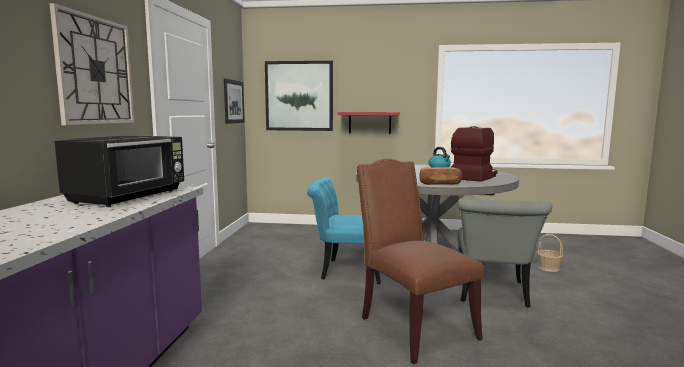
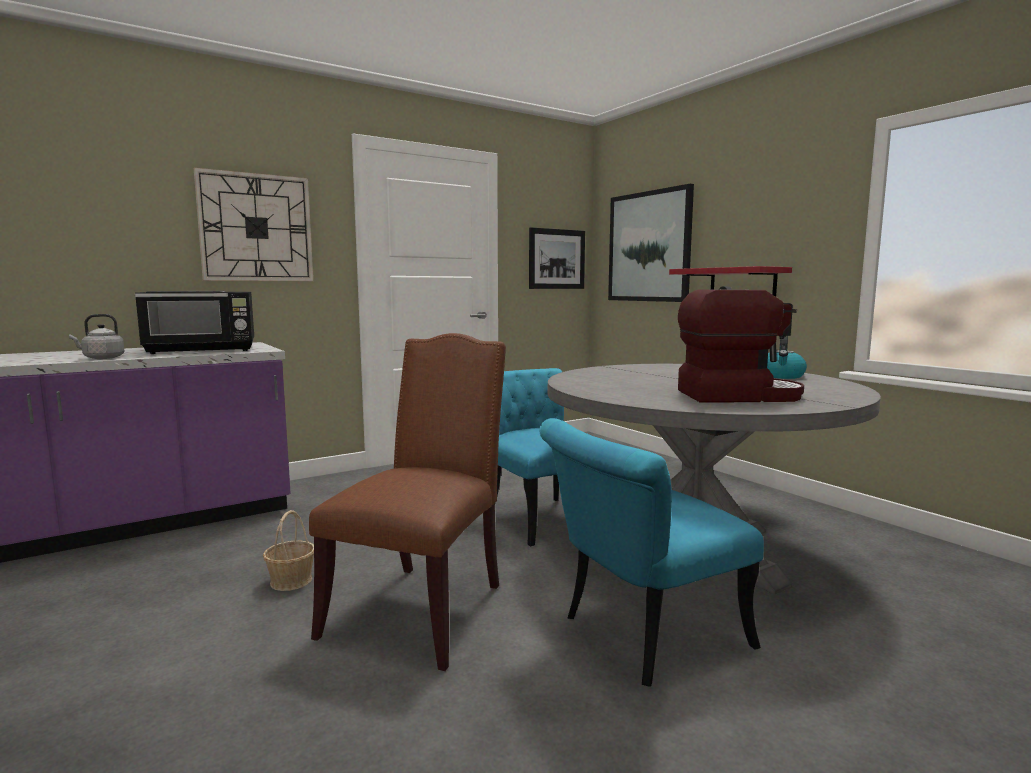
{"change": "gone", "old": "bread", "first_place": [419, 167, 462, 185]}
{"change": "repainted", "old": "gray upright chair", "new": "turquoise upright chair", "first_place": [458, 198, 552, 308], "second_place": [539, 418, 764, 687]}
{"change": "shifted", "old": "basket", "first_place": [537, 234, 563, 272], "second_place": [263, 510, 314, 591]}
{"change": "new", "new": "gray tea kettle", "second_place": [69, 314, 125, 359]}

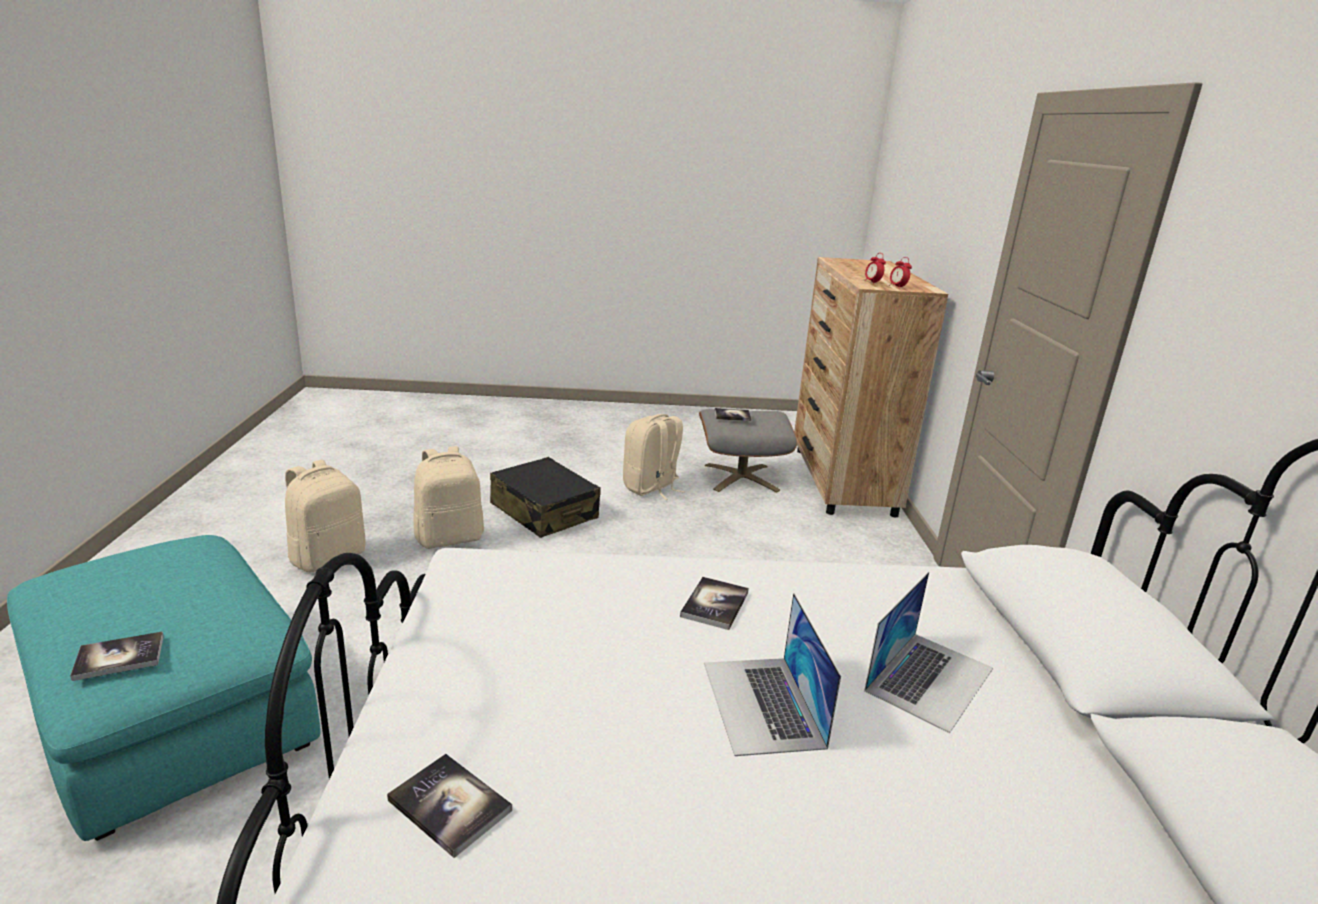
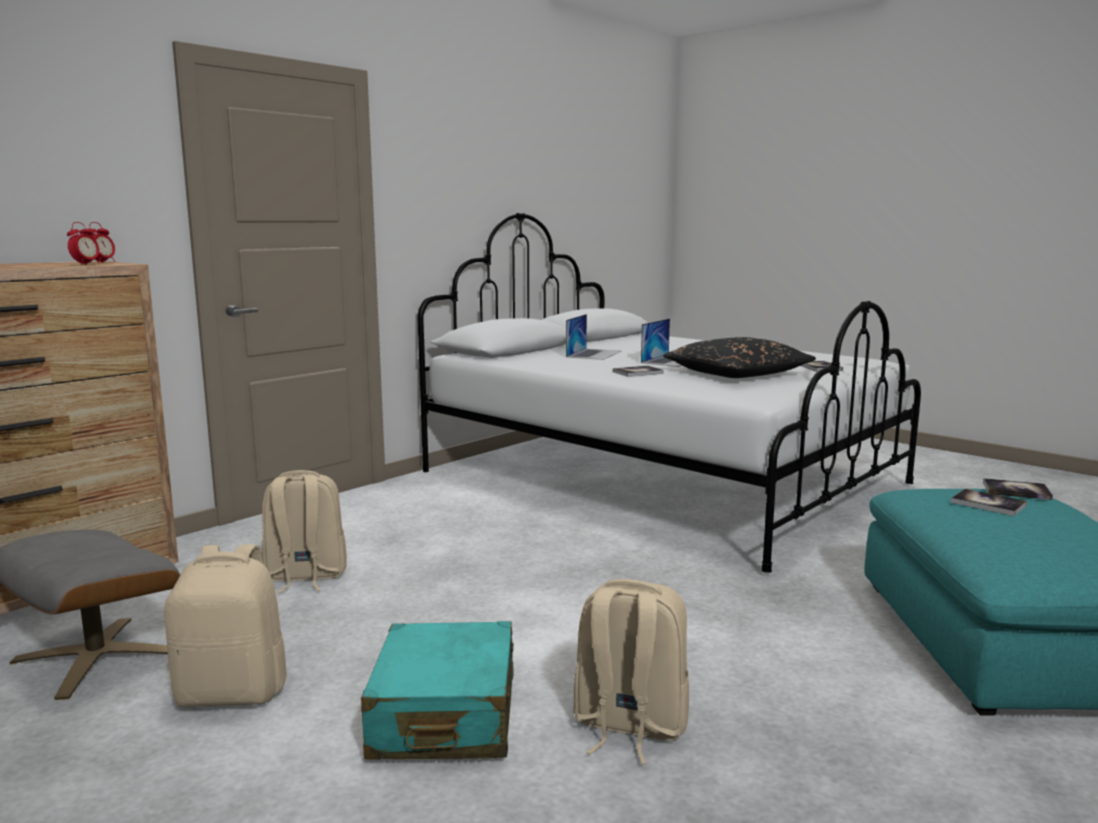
{"change": "shifted", "old": "beige knapsack", "first_place": [285, 460, 366, 572], "second_place": [262, 470, 347, 593]}
{"change": "repainted", "old": "black-coloured travel case", "new": "turquoise travel case", "first_place": [490, 457, 601, 538], "second_place": [361, 621, 514, 760]}
{"change": "shifted", "old": "book", "first_place": [715, 408, 752, 421], "second_place": [951, 489, 1027, 516]}
{"change": "rotated", "old": "notebook computer", "first_place": [864, 572, 993, 733], "second_place": [566, 314, 621, 360], "degrees": 120}
{"change": "new", "new": "black-coloured throw pillow", "second_place": [663, 337, 816, 378]}

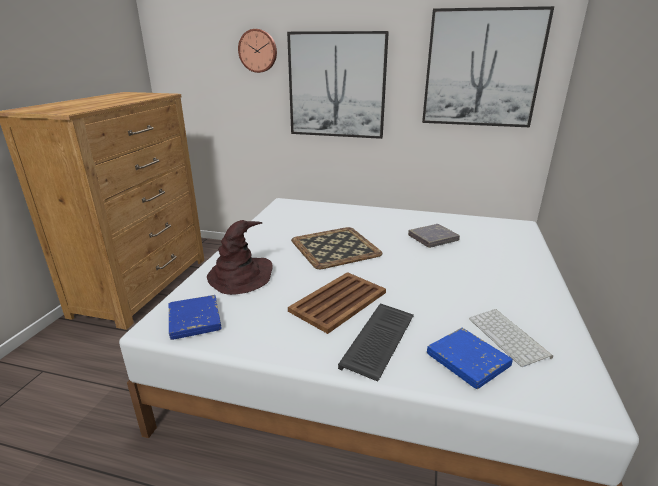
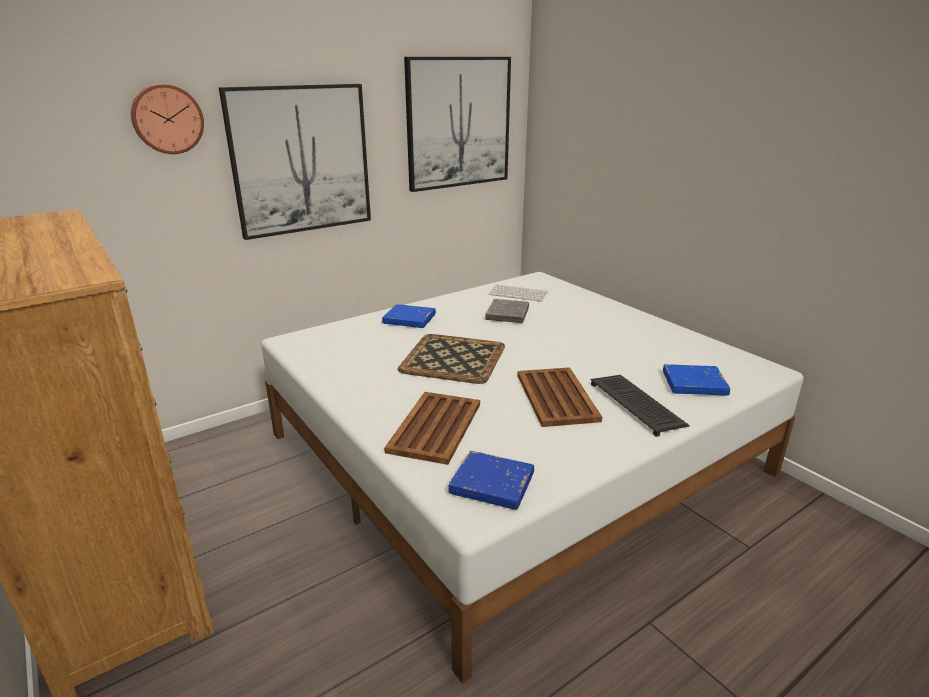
{"change": "swapped", "old": "brown wearable hat", "new": "brown tray", "first_place": [207, 220, 273, 295], "second_place": [384, 392, 480, 465]}
{"change": "shifted", "old": "PC keyboard", "first_place": [469, 309, 553, 367], "second_place": [489, 284, 547, 302]}
{"change": "new", "new": "blue-coloured book", "second_place": [382, 304, 436, 328]}

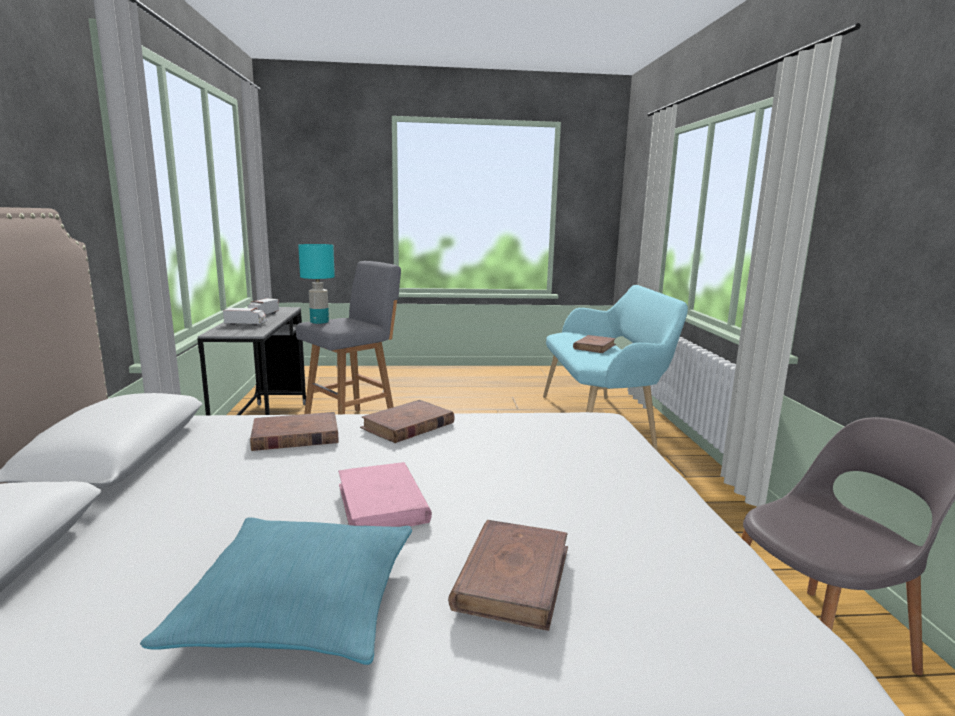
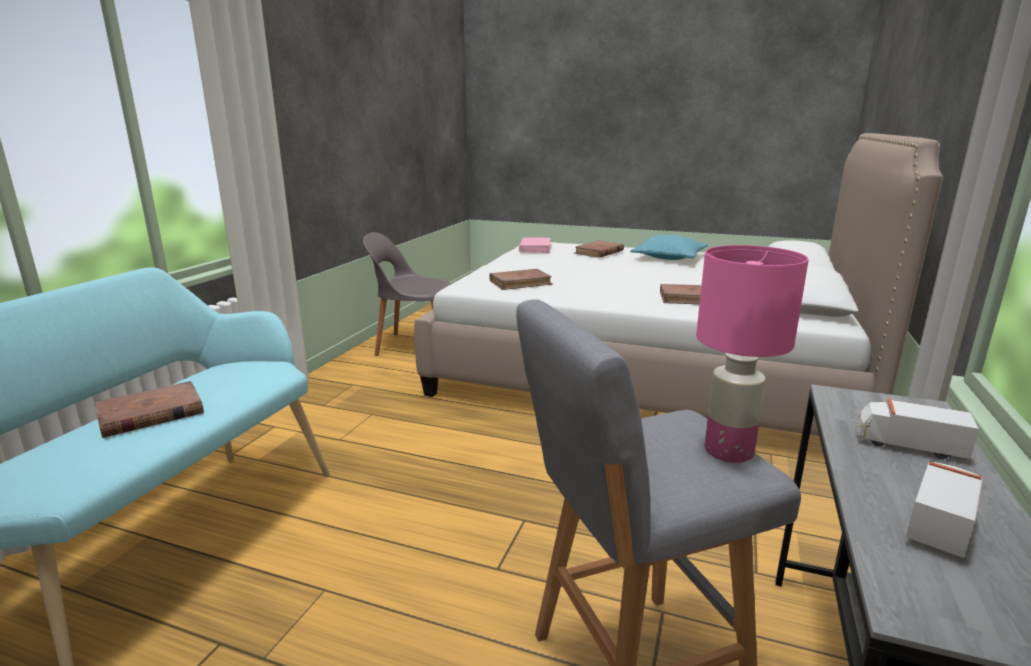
{"change": "repainted", "old": "turquoise lamp for a table", "new": "pink lamp for a table", "first_place": [298, 244, 335, 324], "second_place": [696, 245, 809, 463]}
{"change": "shifted", "old": "pink book", "first_place": [338, 462, 432, 527], "second_place": [519, 237, 551, 253]}
{"change": "shifted", "old": "brown book", "first_place": [360, 400, 455, 443], "second_place": [489, 269, 553, 290]}

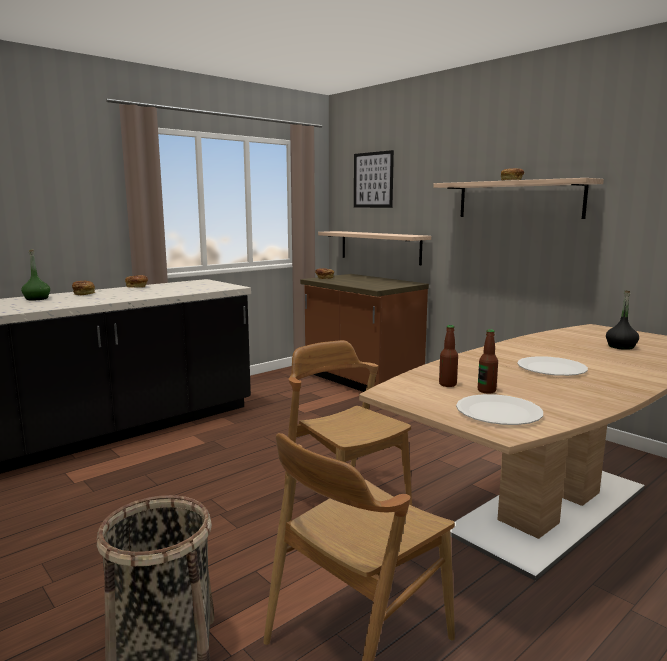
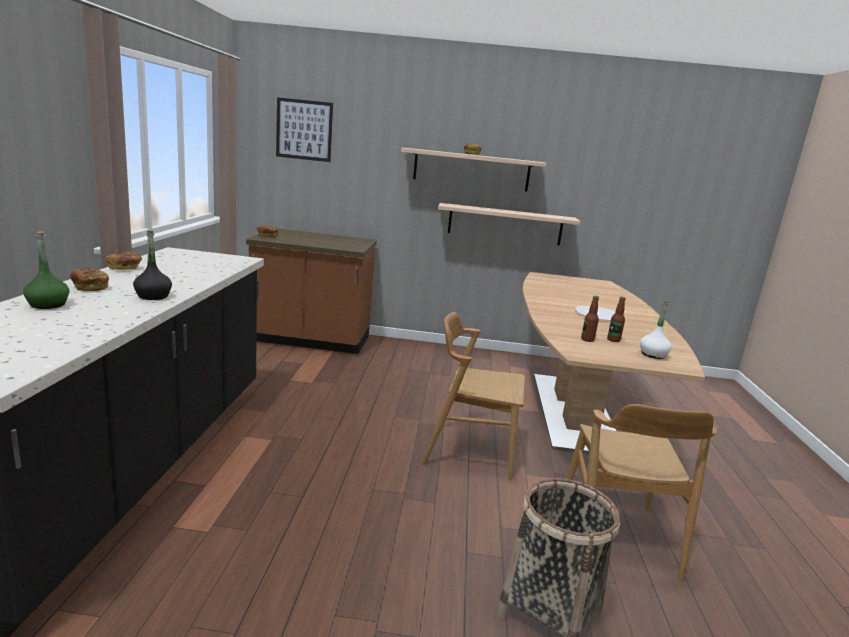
{"change": "shifted", "old": "bracket shelf", "first_place": [318, 231, 431, 265], "second_place": [438, 203, 580, 245]}
{"change": "swapped", "old": "white plate", "new": "white drink bottle", "first_place": [456, 394, 543, 425], "second_place": [640, 301, 672, 359]}
{"change": "shifted", "old": "black-coloured drink bottle", "first_place": [606, 291, 639, 350], "second_place": [133, 230, 172, 300]}

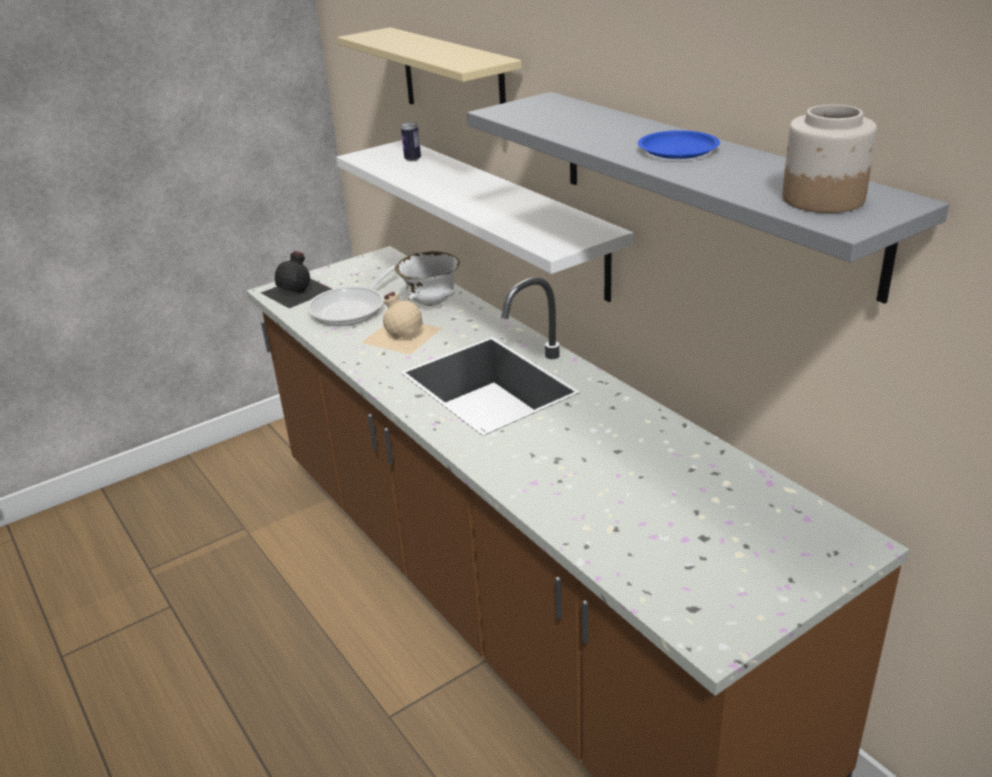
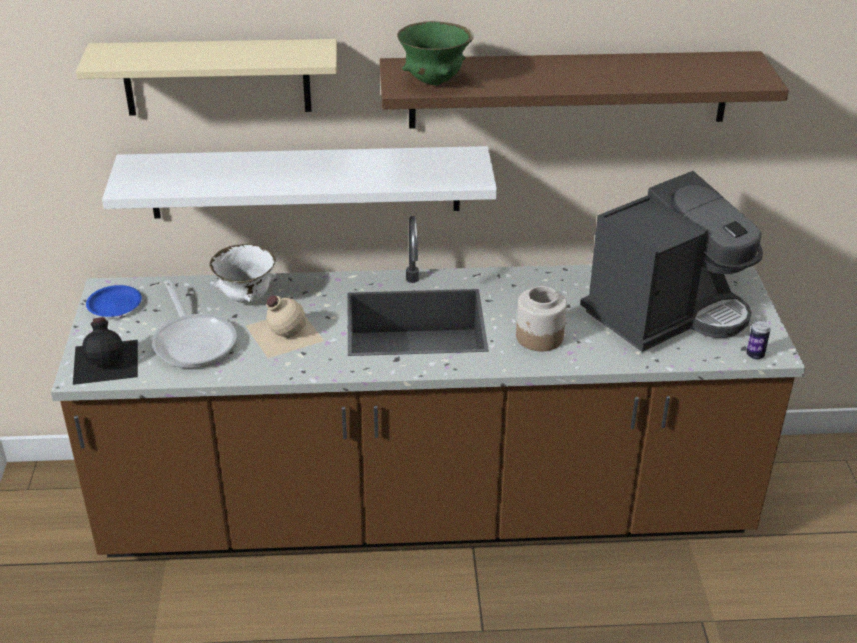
{"change": "shifted", "old": "sealed can", "first_place": [401, 122, 421, 161], "second_place": [746, 320, 771, 360]}
{"change": "repainted", "old": "gray bracket shelf", "new": "brown bracket shelf", "first_place": [467, 92, 949, 304], "second_place": [380, 51, 789, 129]}
{"change": "shifted", "old": "blue-coloured plate", "first_place": [638, 130, 720, 159], "second_place": [86, 285, 142, 317]}
{"change": "shifted", "old": "storage jar", "first_place": [782, 104, 877, 213], "second_place": [516, 286, 567, 351]}
{"change": "new", "new": "green-coloured serving bowl", "second_place": [397, 21, 473, 86]}
{"change": "new", "new": "coffee maker", "second_place": [580, 171, 763, 352]}

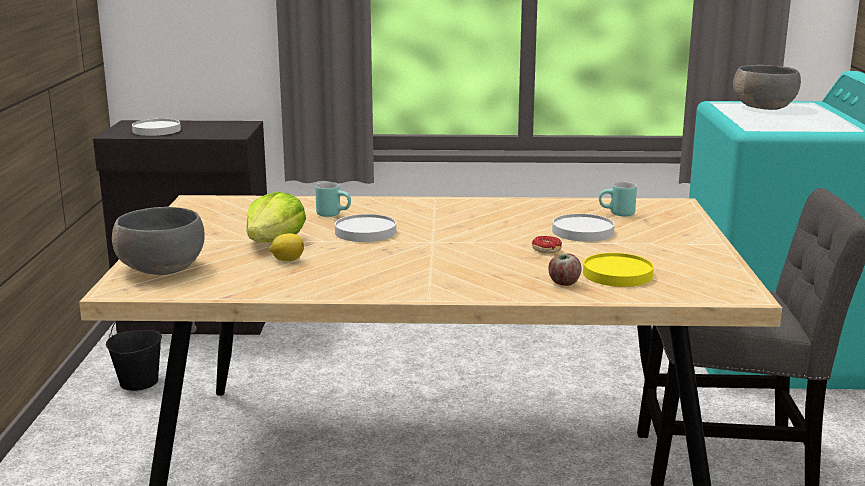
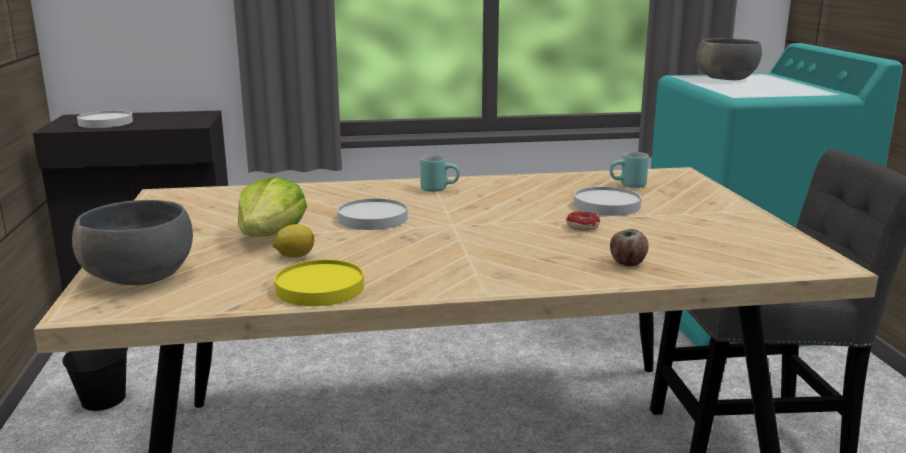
{"change": "shifted", "old": "turquoise coffee mug", "first_place": [315, 182, 351, 217], "second_place": [420, 155, 460, 192]}
{"change": "shifted", "old": "yellow plate", "first_place": [583, 253, 654, 287], "second_place": [275, 260, 364, 306]}

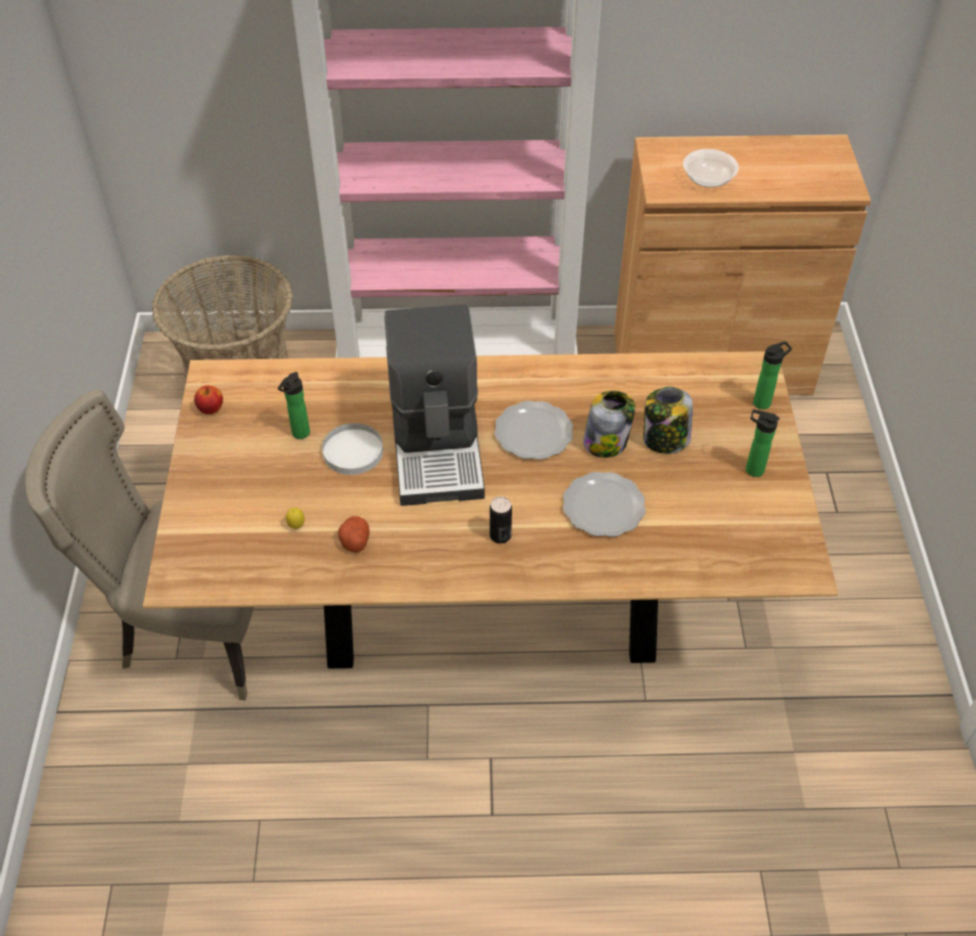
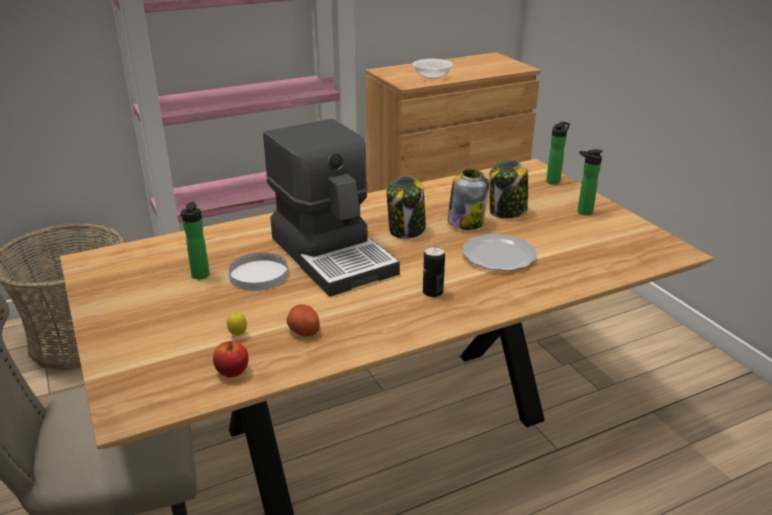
{"change": "shifted", "old": "apple", "first_place": [194, 385, 223, 414], "second_place": [213, 341, 248, 377]}
{"change": "swapped", "old": "plate", "new": "storage jar", "first_place": [495, 401, 573, 460], "second_place": [387, 176, 426, 239]}

